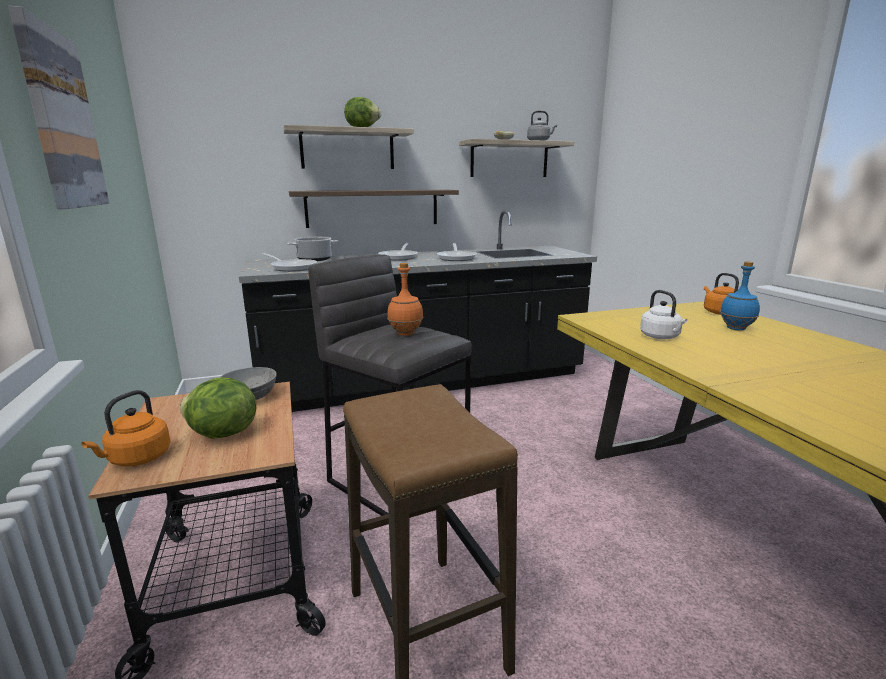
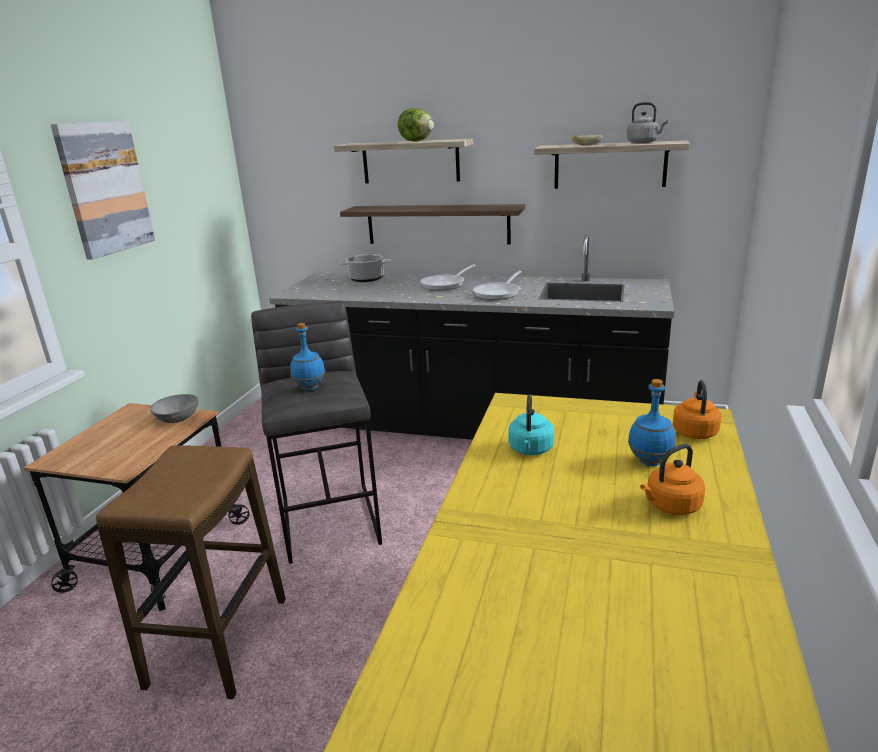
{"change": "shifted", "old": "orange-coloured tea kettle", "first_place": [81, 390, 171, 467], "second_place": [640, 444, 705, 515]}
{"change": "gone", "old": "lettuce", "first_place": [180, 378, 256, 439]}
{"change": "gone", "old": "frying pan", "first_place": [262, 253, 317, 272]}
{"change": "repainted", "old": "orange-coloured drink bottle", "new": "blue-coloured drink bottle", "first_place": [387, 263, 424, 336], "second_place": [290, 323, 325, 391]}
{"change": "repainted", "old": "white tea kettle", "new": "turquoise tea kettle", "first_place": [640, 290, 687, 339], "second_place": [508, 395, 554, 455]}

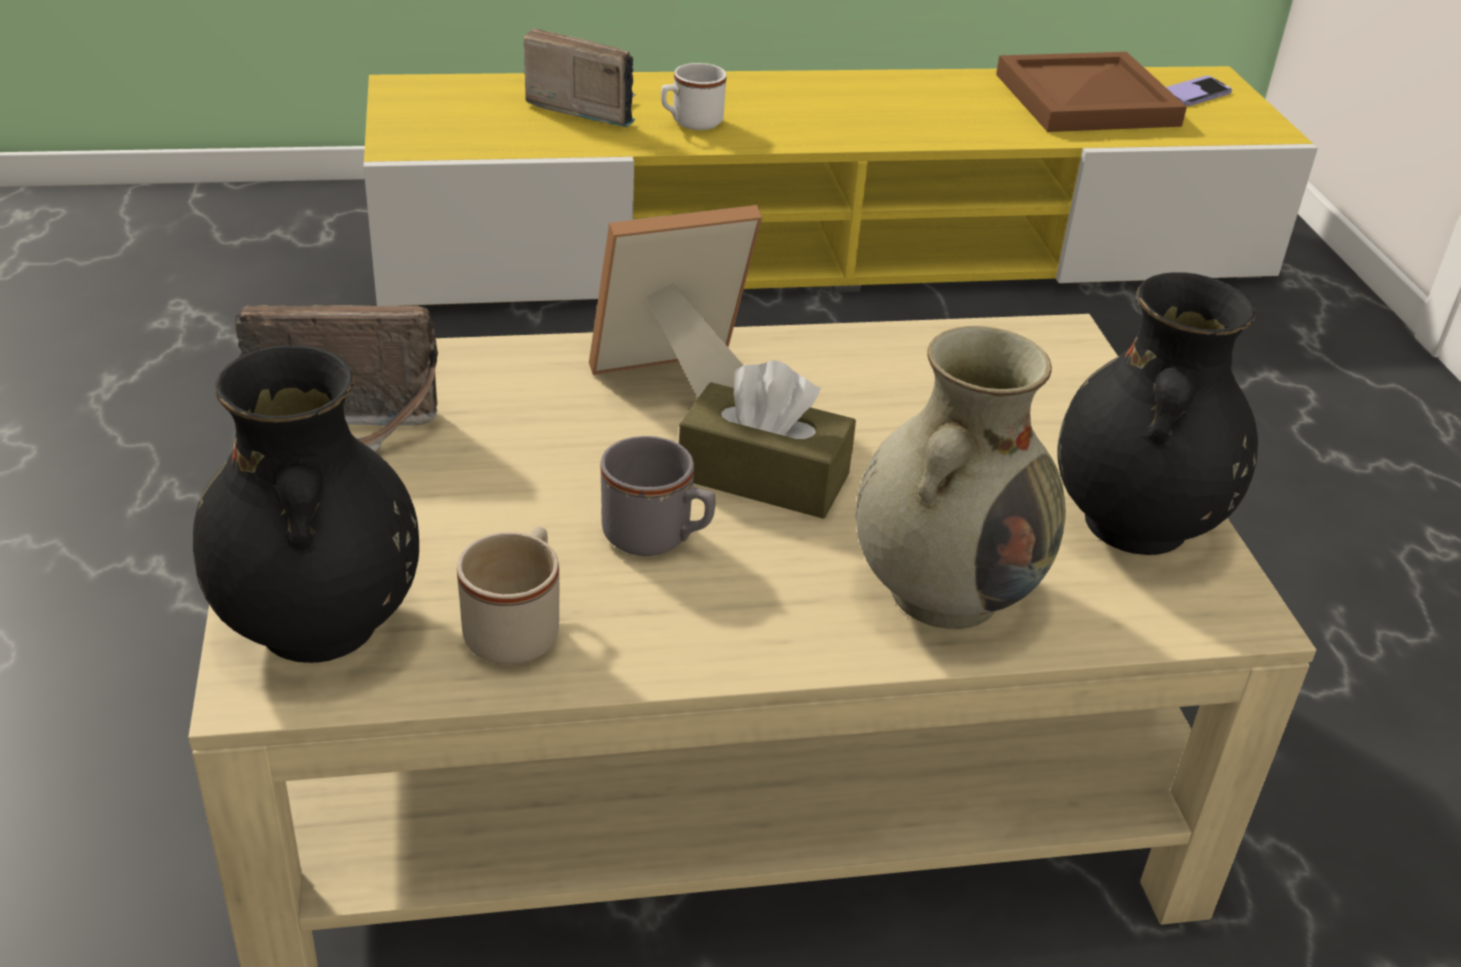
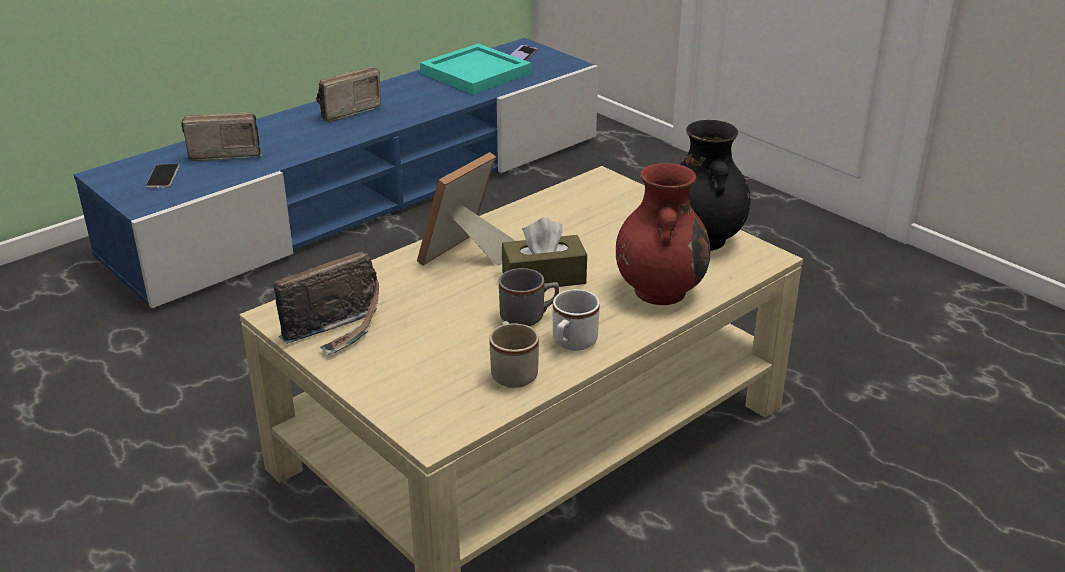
{"change": "gone", "old": "black-coloured vase", "first_place": [192, 346, 419, 663]}
{"change": "repainted", "old": "yellow media console", "new": "blue-coloured media console", "first_place": [364, 66, 1318, 306], "second_place": [74, 38, 598, 308]}
{"change": "shifted", "old": "white coffee mug", "first_place": [661, 63, 727, 130], "second_place": [553, 289, 600, 351]}
{"change": "repainted", "old": "beige vase", "new": "red vase", "first_place": [856, 326, 1066, 629], "second_place": [616, 163, 710, 305]}
{"change": "repainted", "old": "brown tray", "new": "turquoise tray", "first_place": [996, 52, 1187, 132], "second_place": [420, 44, 531, 95]}
{"change": "new", "new": "phone", "second_place": [146, 164, 179, 188]}
{"change": "new", "new": "radio receiver", "second_place": [316, 67, 383, 122]}

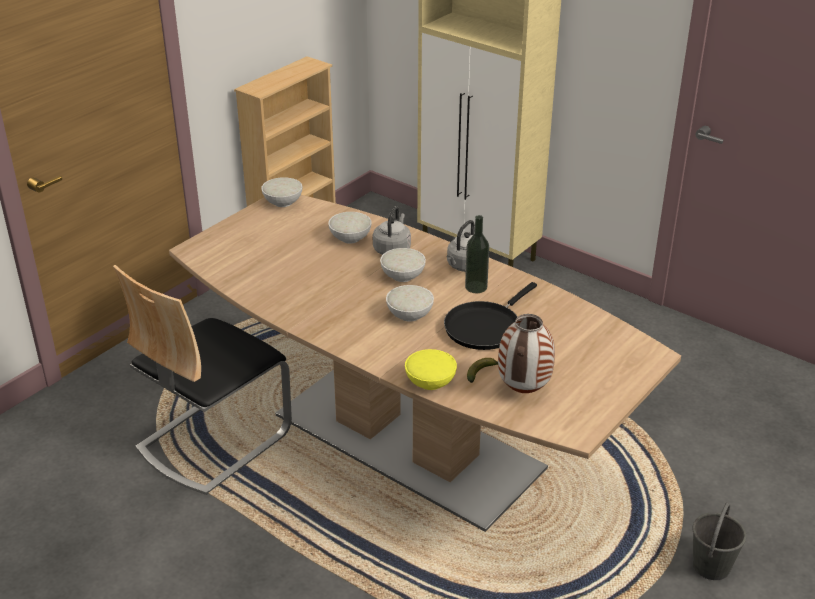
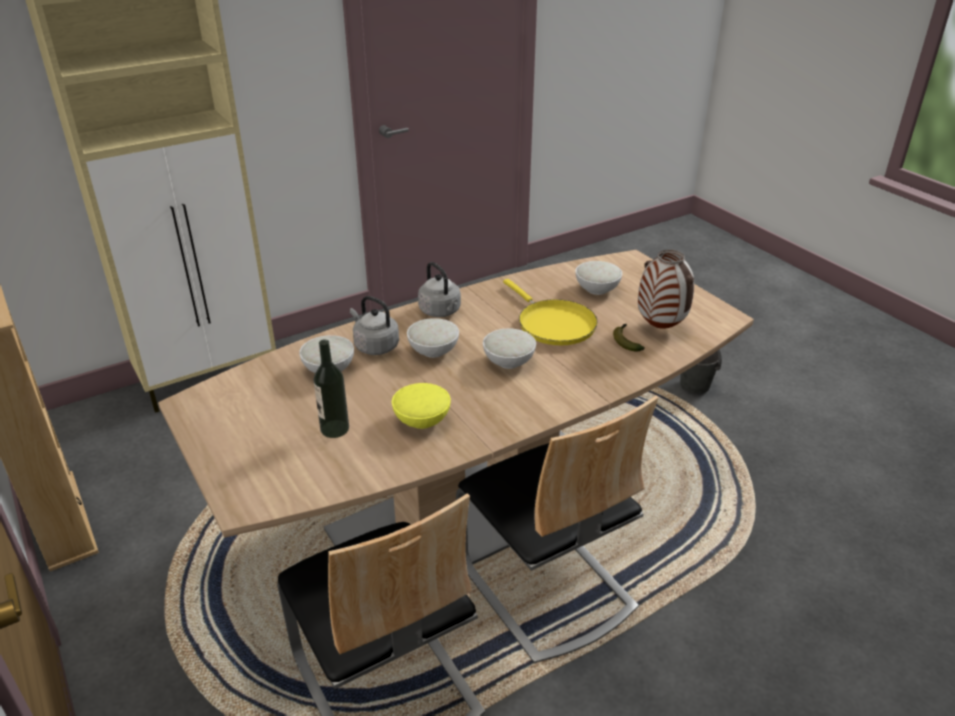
{"change": "shifted", "old": "white serving bowl", "first_place": [261, 177, 302, 207], "second_place": [575, 261, 622, 295]}
{"change": "shifted", "old": "yellow serving bowl", "first_place": [405, 349, 457, 390], "second_place": [392, 383, 451, 429]}
{"change": "repainted", "old": "black-coloured frying pan", "new": "yellow frying pan", "first_place": [444, 282, 537, 350], "second_place": [503, 279, 598, 345]}
{"change": "shifted", "old": "drink bottle", "first_place": [465, 215, 489, 293], "second_place": [313, 339, 349, 438]}
{"change": "new", "new": "upright chair", "second_place": [456, 395, 659, 663]}

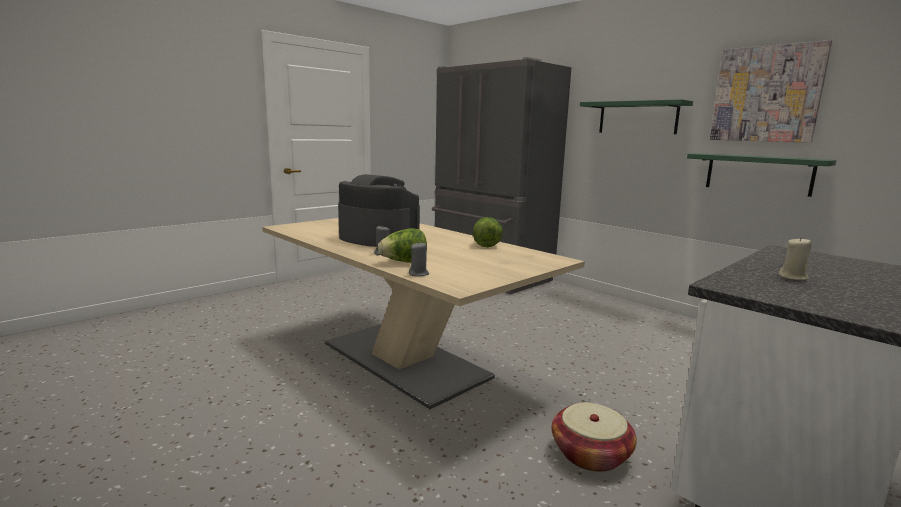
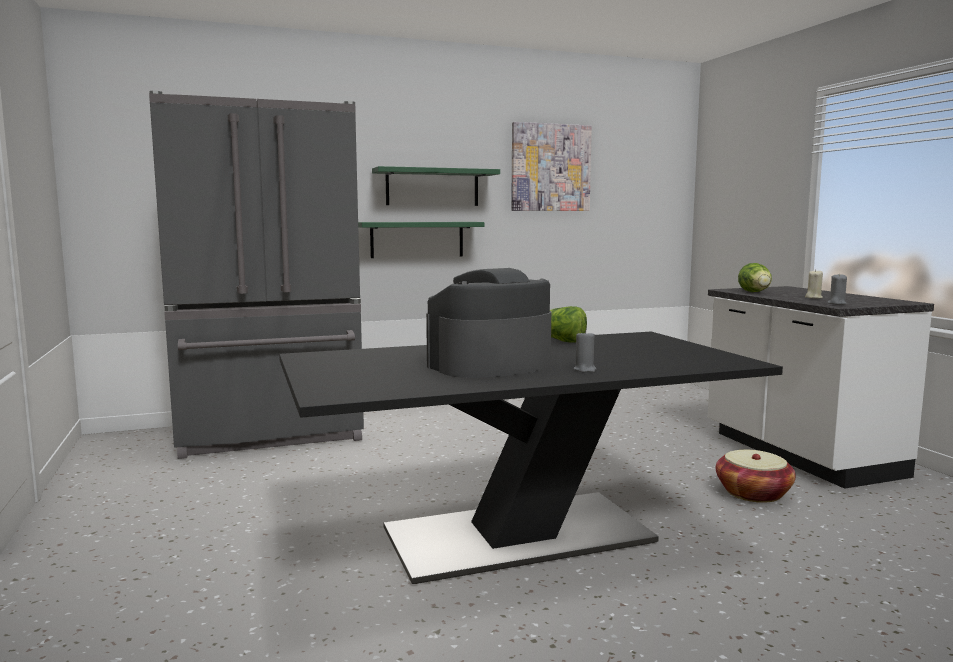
{"change": "repainted", "old": "beige dining table", "new": "black-coloured dining table", "first_place": [262, 218, 585, 409], "second_place": [279, 332, 783, 584]}
{"change": "shifted", "old": "lettuce", "first_place": [378, 228, 427, 262], "second_place": [738, 263, 772, 292]}
{"change": "shifted", "old": "gray wax light", "first_place": [409, 243, 429, 276], "second_place": [827, 273, 847, 305]}
{"change": "shifted", "old": "green-coloured bracket shelf", "first_place": [687, 153, 837, 197], "second_place": [358, 222, 484, 258]}

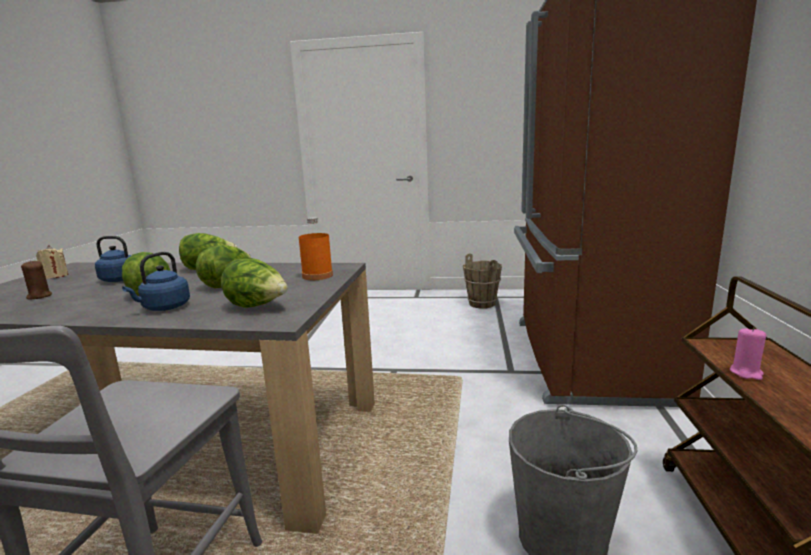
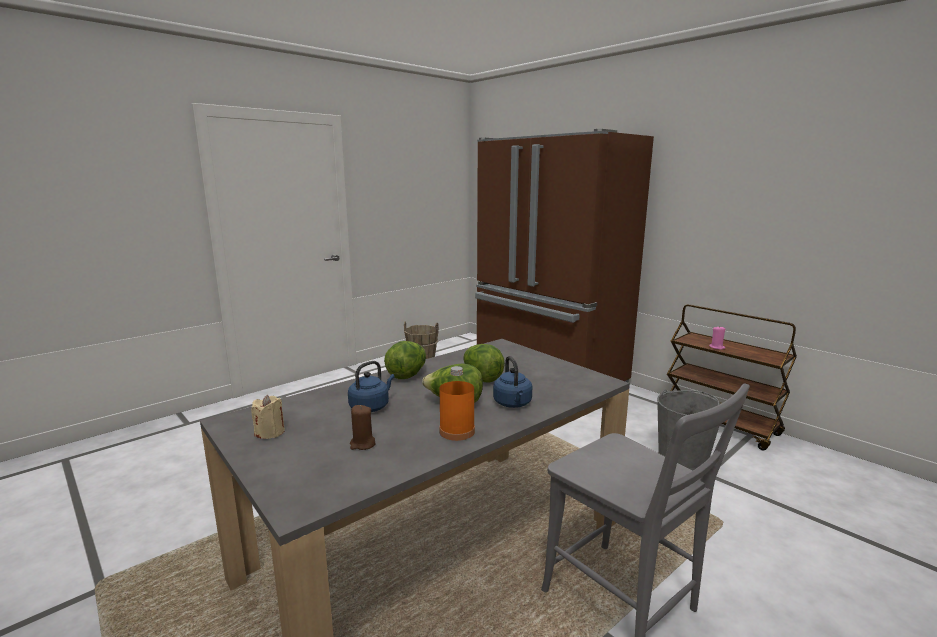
{"change": "gone", "old": "lettuce", "first_place": [221, 258, 288, 308]}
{"change": "shifted", "old": "orange-coloured drink bottle", "first_place": [299, 217, 333, 280], "second_place": [439, 366, 475, 441]}

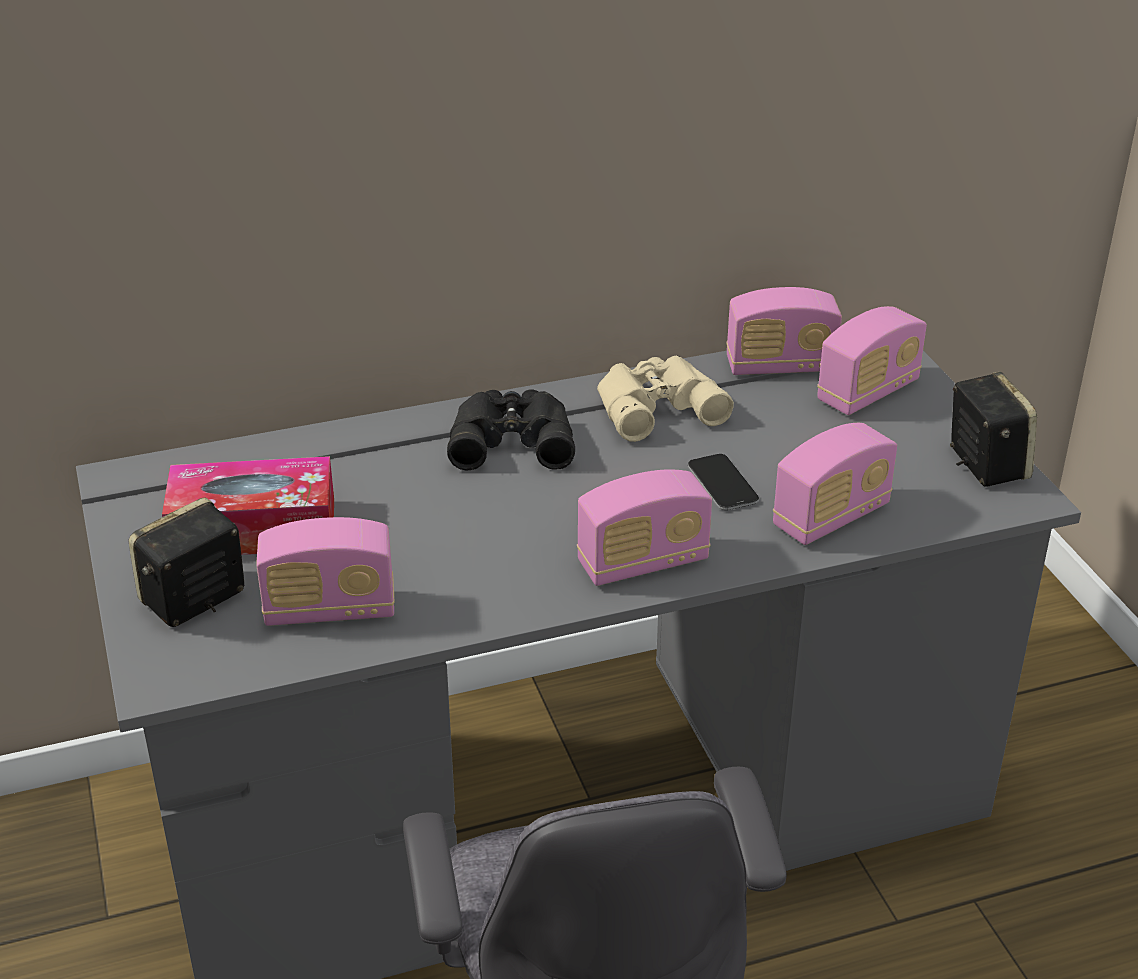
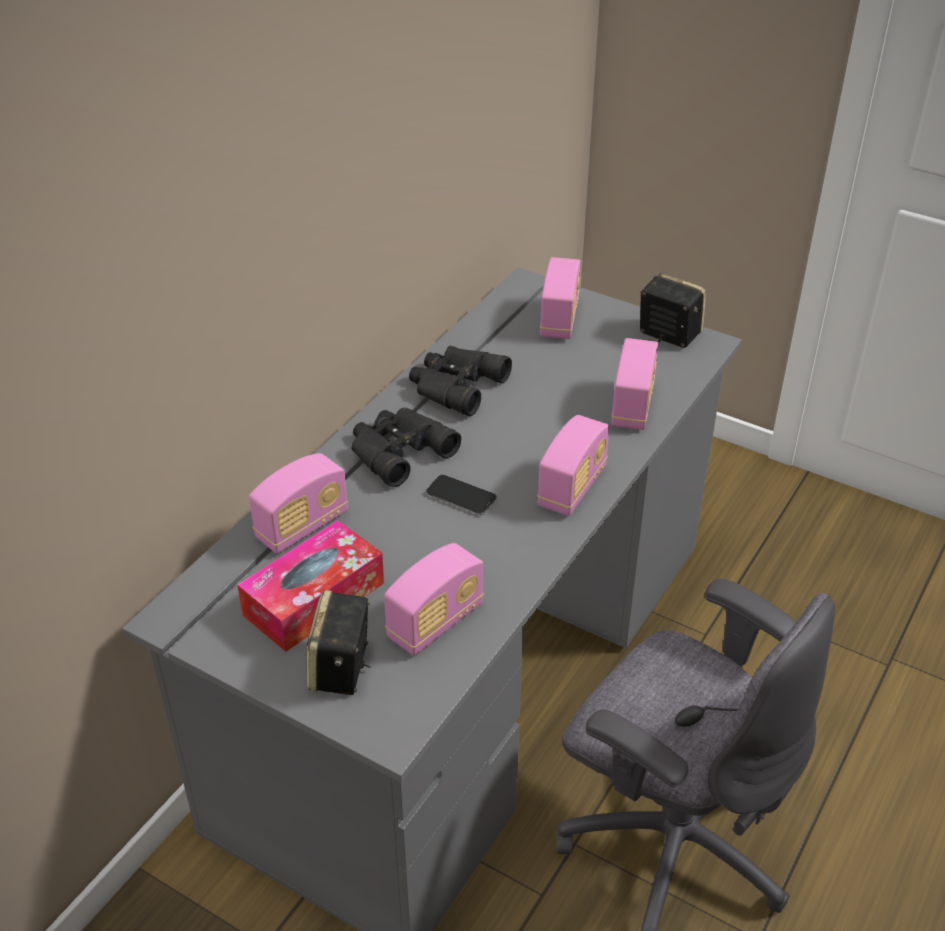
{"change": "repainted", "old": "beige field glasses", "new": "black-coloured field glasses", "first_place": [597, 355, 734, 442], "second_place": [409, 345, 512, 416]}
{"change": "shifted", "old": "phone", "first_place": [688, 454, 759, 510], "second_place": [426, 475, 497, 515]}
{"change": "shifted", "old": "radio receiver", "first_place": [726, 287, 842, 375], "second_place": [249, 453, 348, 554]}

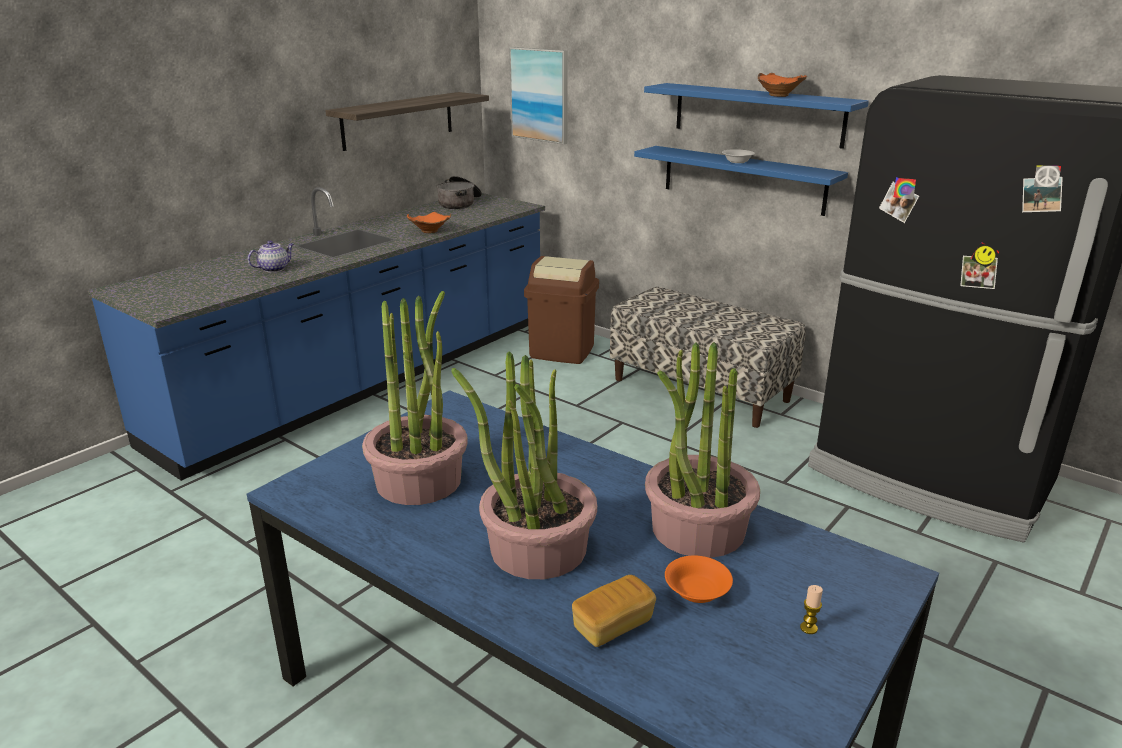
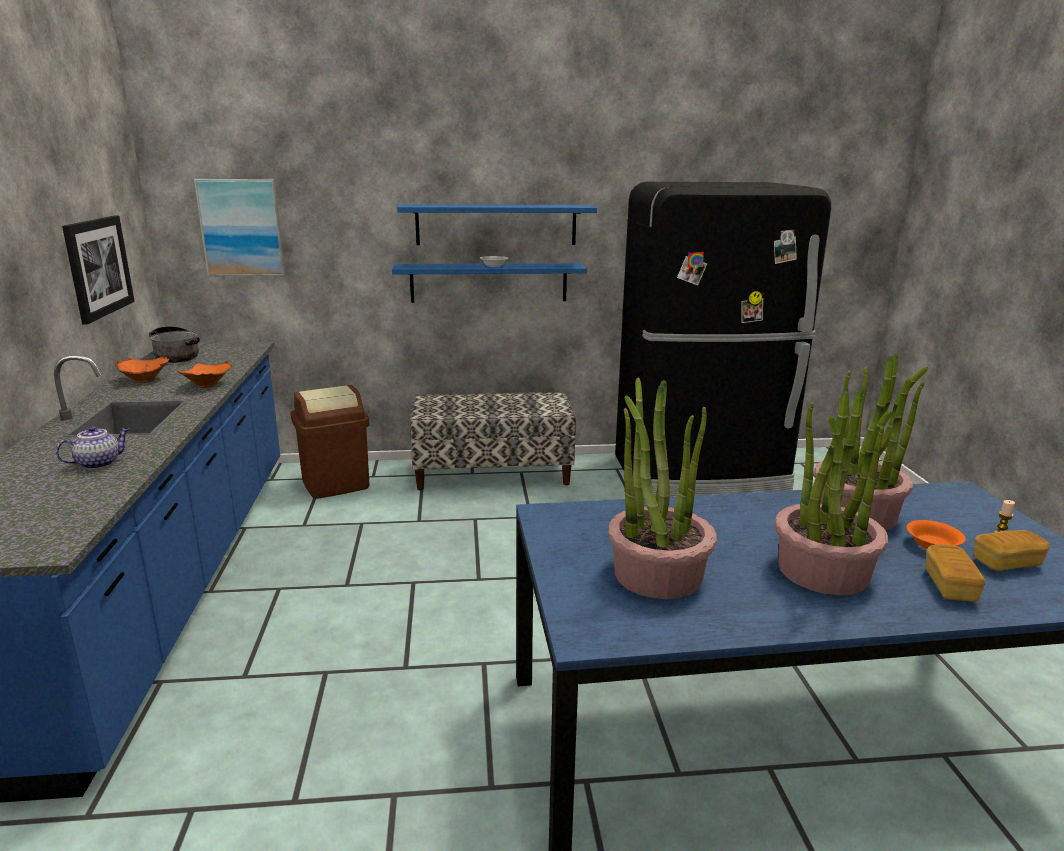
{"change": "rotated", "old": "teapot", "first_place": [248, 241, 294, 272], "second_place": [56, 426, 129, 469], "degrees": 45}
{"change": "swapped", "old": "bracket shelf", "new": "wall picture", "first_place": [325, 92, 489, 151], "second_place": [62, 215, 135, 324]}
{"change": "shifted", "old": "orange-coloured serving bowl", "first_place": [758, 73, 807, 97], "second_place": [115, 357, 169, 383]}
{"change": "new", "new": "bread", "second_place": [974, 530, 1049, 571]}

